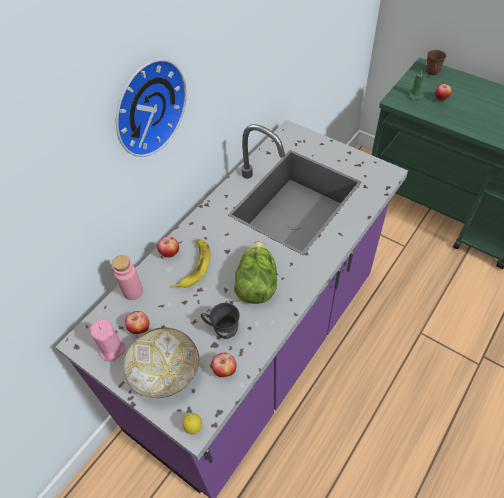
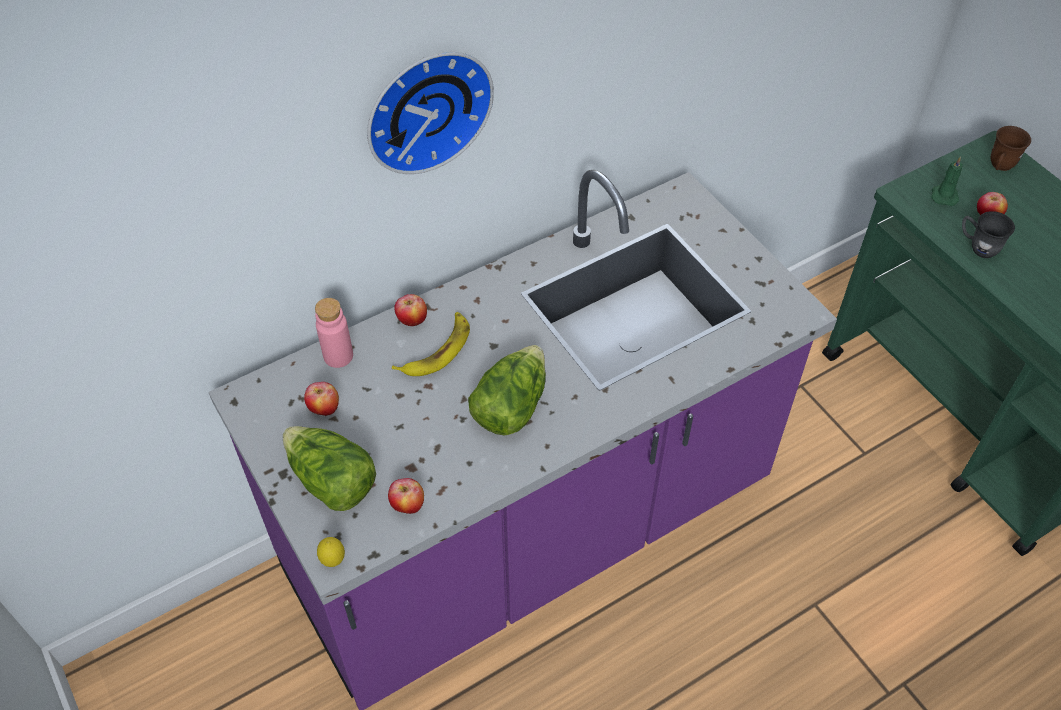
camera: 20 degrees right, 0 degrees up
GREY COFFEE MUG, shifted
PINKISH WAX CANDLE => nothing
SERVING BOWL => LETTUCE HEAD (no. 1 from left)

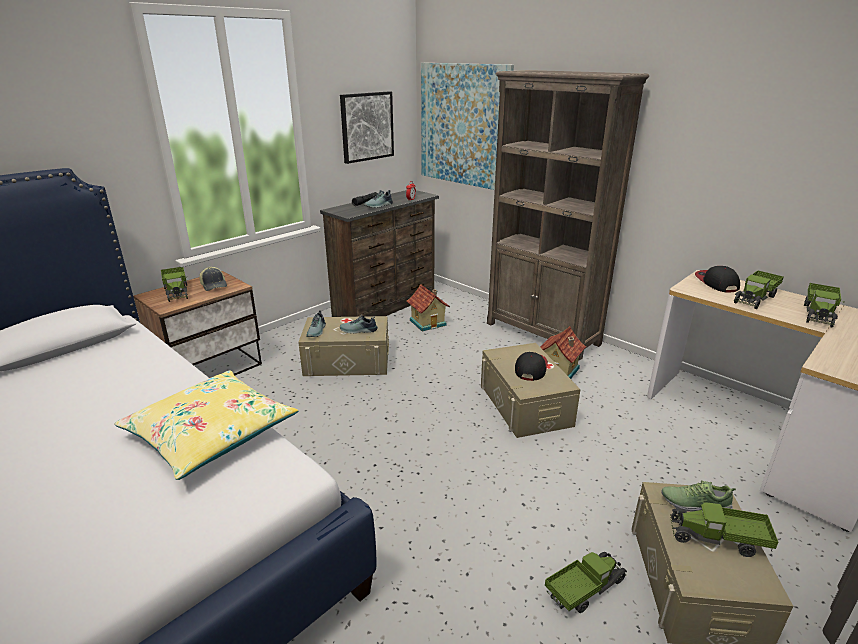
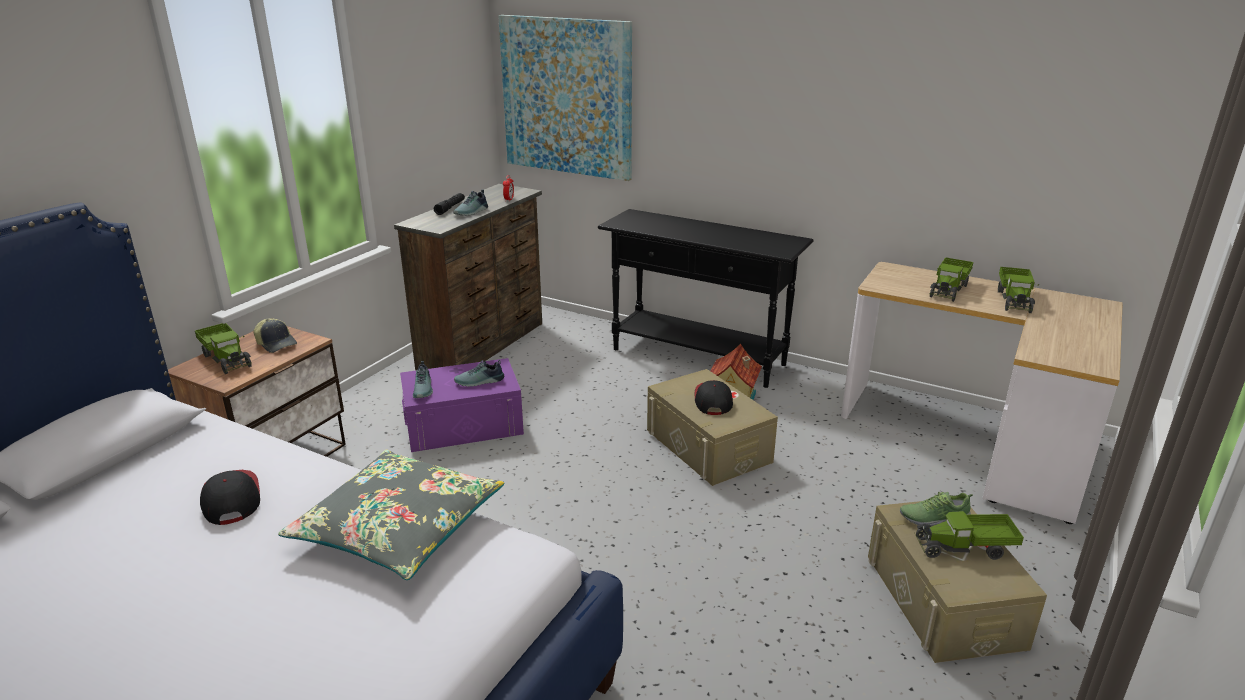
camera: 15 degrees left, 0 degrees up
BROWNISH BOOKCASE => BLACKISH CONSOLE TABLE
WALL ART (no. 1 from left) => nothing
CAP (no. 3 from left in the first image) => CAP (no. 1 from left), shifted
TOY HOUSE (no. 1 from left) => nothing
SAND-COLOURED STORAGE BIN (no. 1 from left) => PURPLISH STORAGE BIN
YELLOW THROW PILLOW => GREY THROW PILLOW
TOY TRUCK (no. 2 from left) => nothing

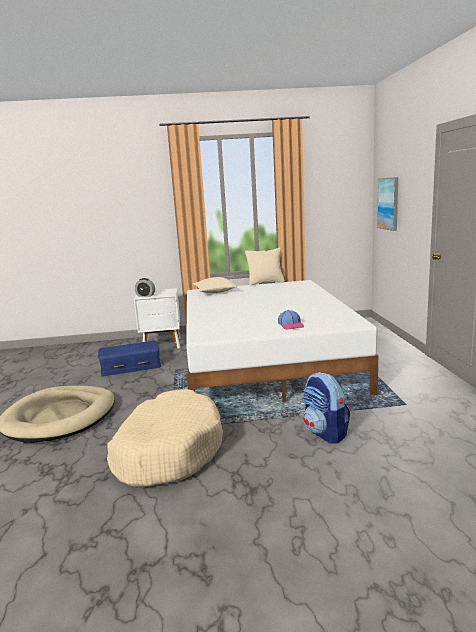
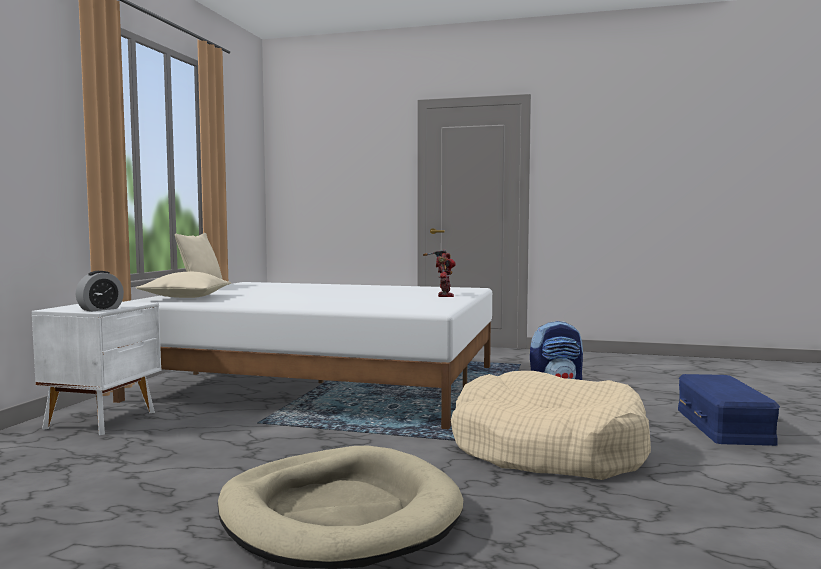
camera: 70 degrees left, 10 degrees down
WALL ART => nothing
CAP => MODEL ROBOT
BLUISH STORAGE BIN, shifted

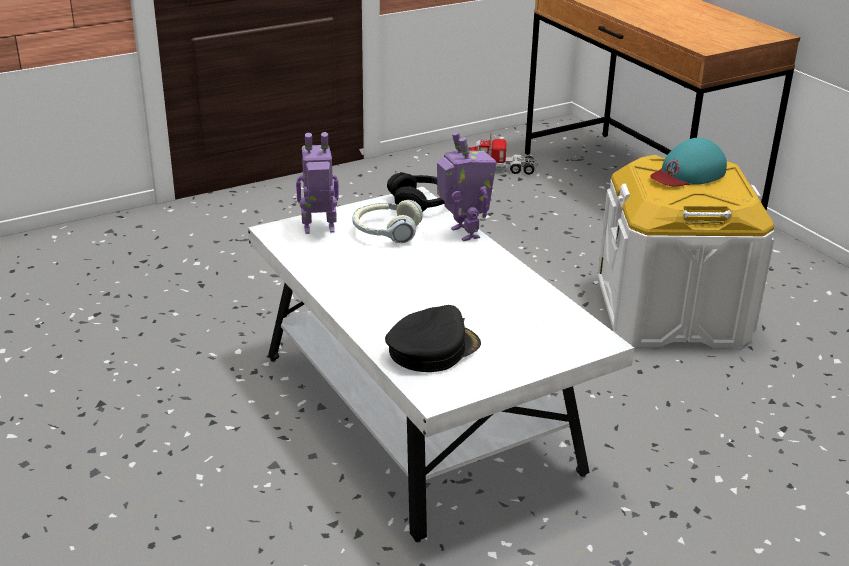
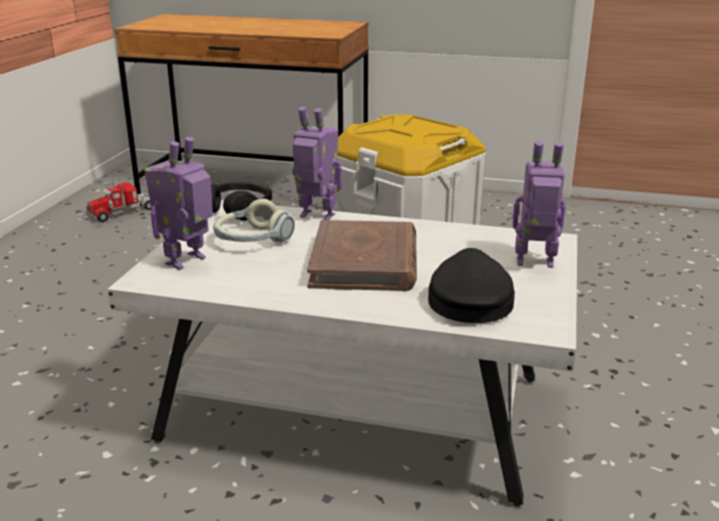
camera: 45 degrees left, 5 degrees down
TURQUOISE-COLOURED CAP => nothing
nothing => MODEL ROBOT (no. 3 from left)
nothing => BROWNISH BOUND BOOK

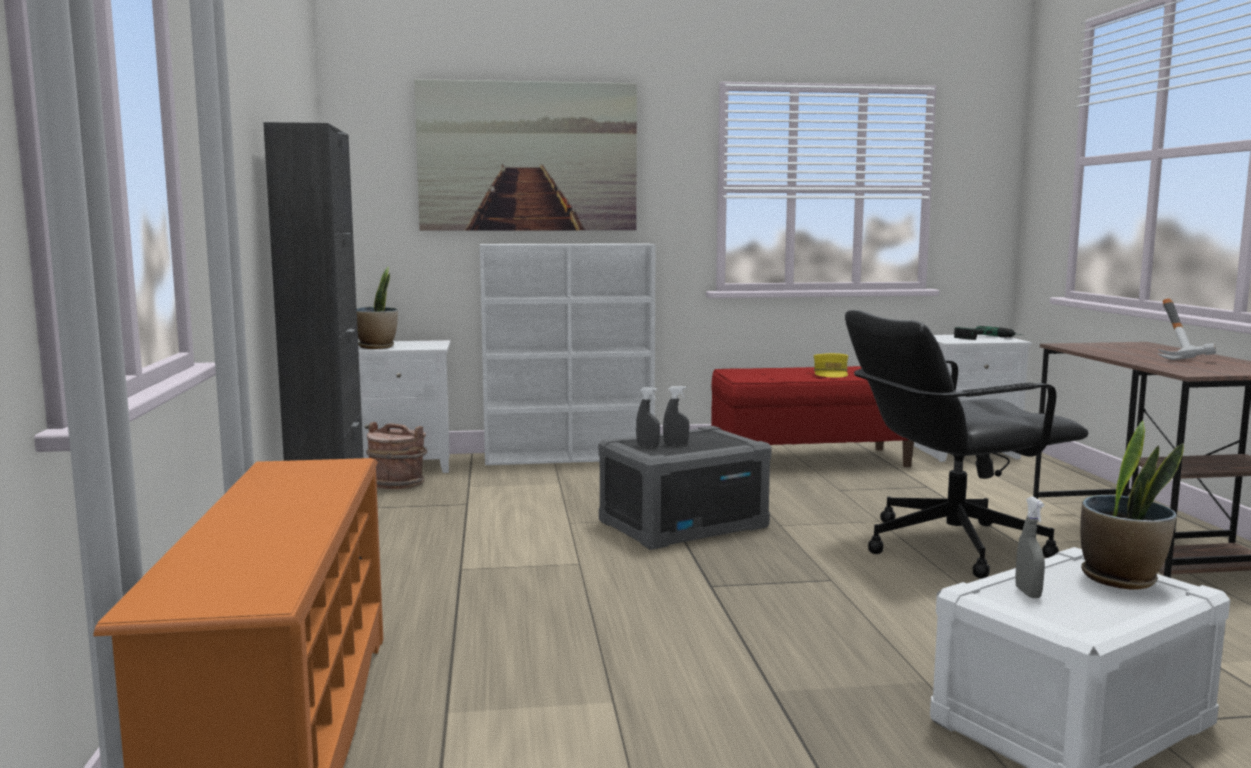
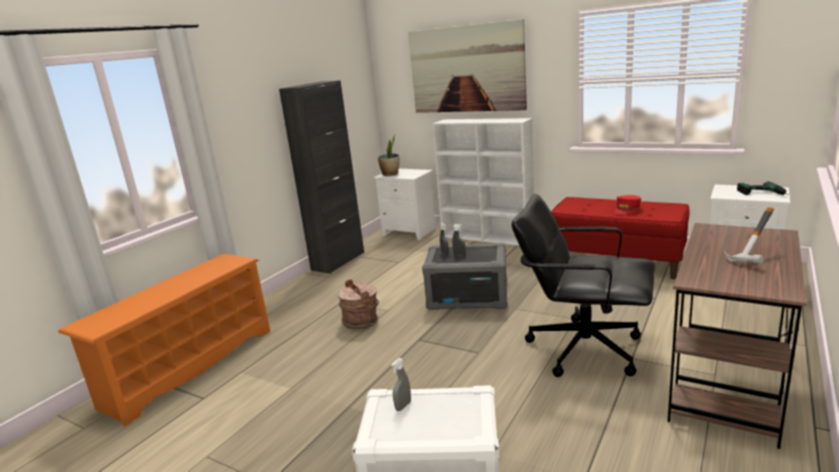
camera: 40 degrees right, 10 degrees up
YELLOW CAP => RED CAP
PLANT IN A POT (no. 2 from left) => nothing
BROWNISH PAIL, shifted

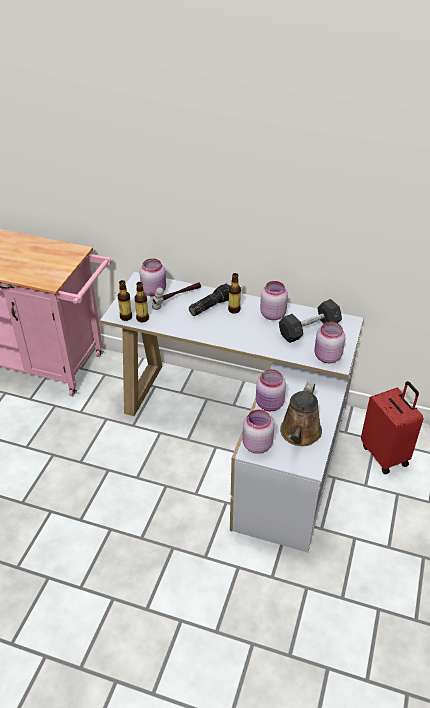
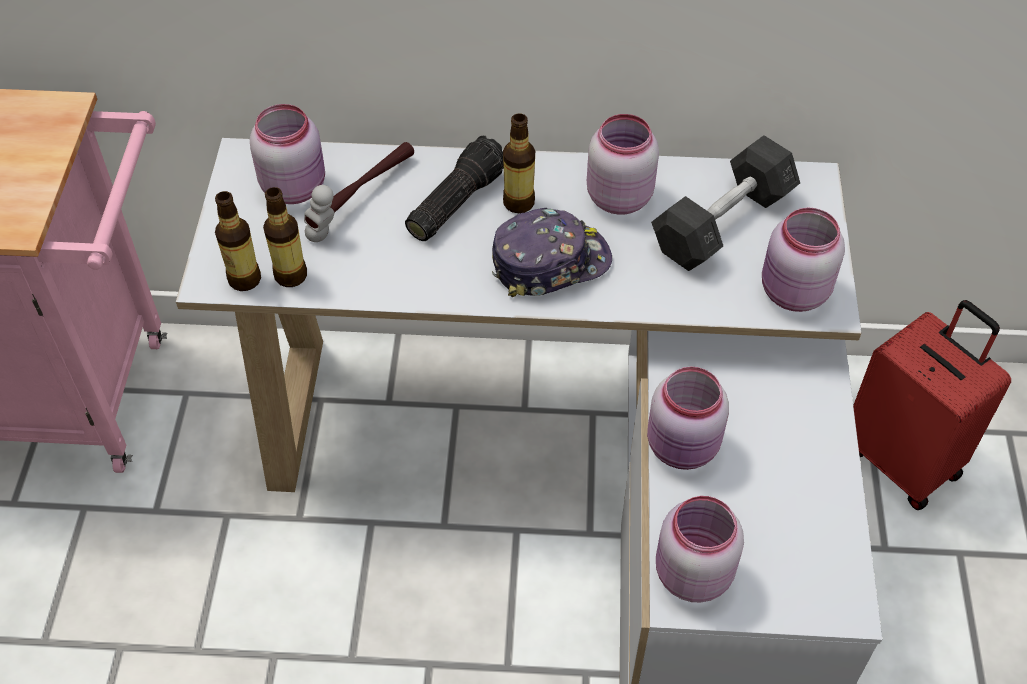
camera: 15 degrees left, 10 degrees up
BROWNISH WATERING CAN => nothing
nothing => CAP

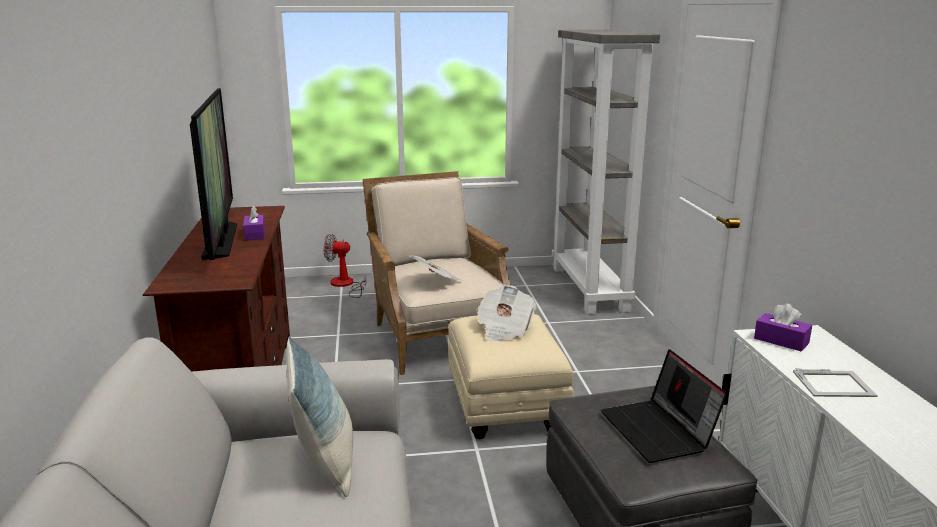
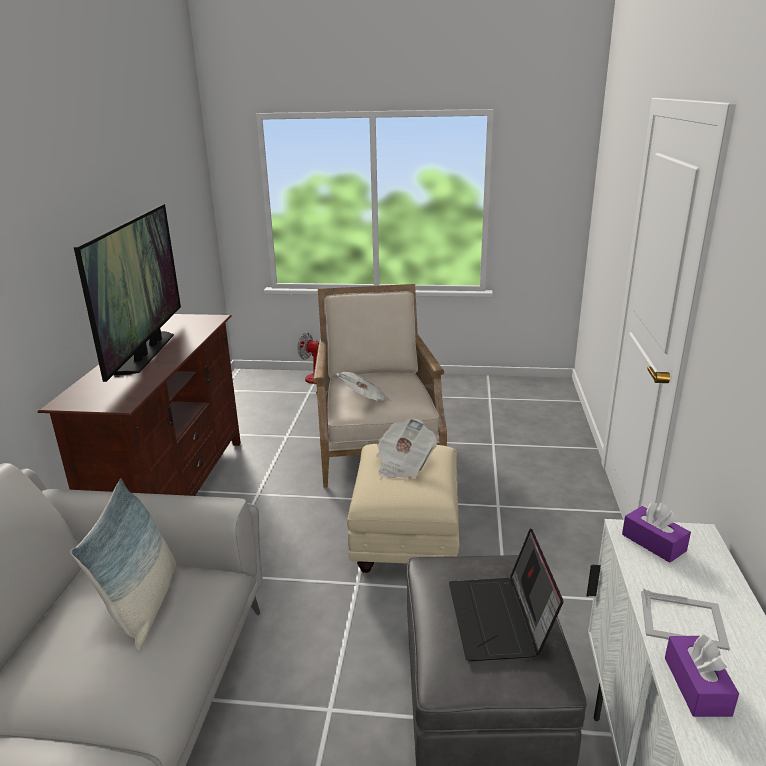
camera: 15 degrees right, 5 degrees up
GREY BOOKCASE => nothing
PURPLISH TISSUE BOX (no. 1 from left in the first image) => PURPLISH TISSUE BOX (no. 2 from left), shifted

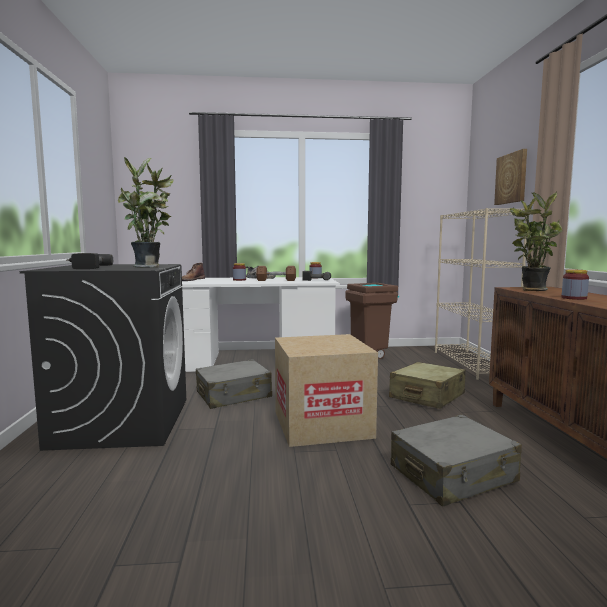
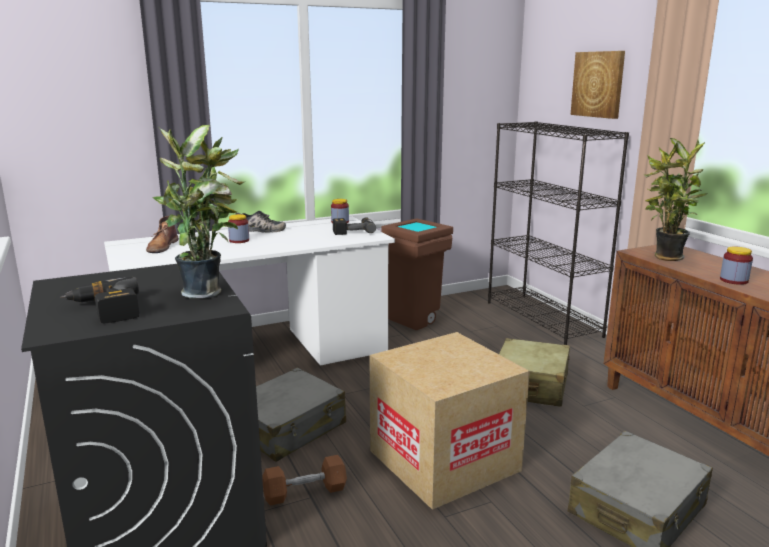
camera: 20 degrees left, 10 degrees up
SAND-COLOURED BOOKCASE => BLACKISH BOOKCASE
BROWNISH HAND WEIGHT, shifted

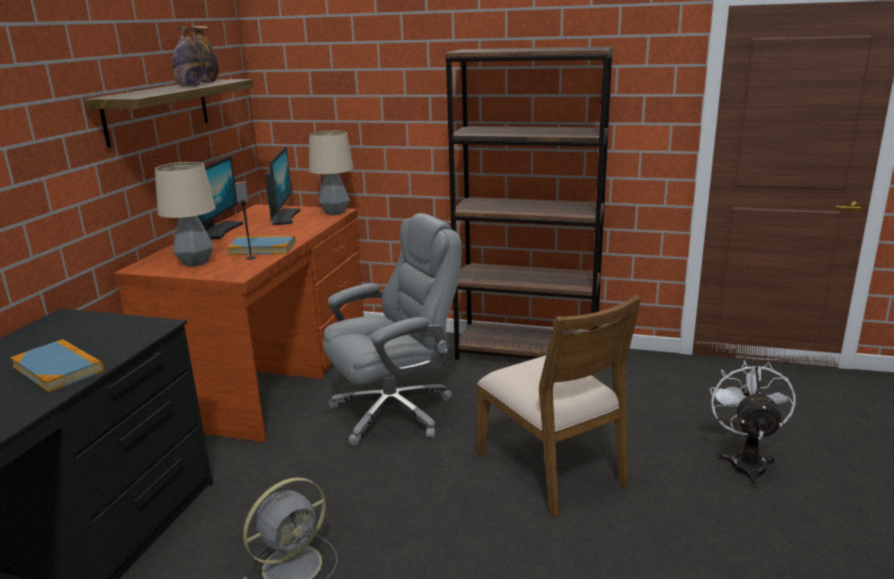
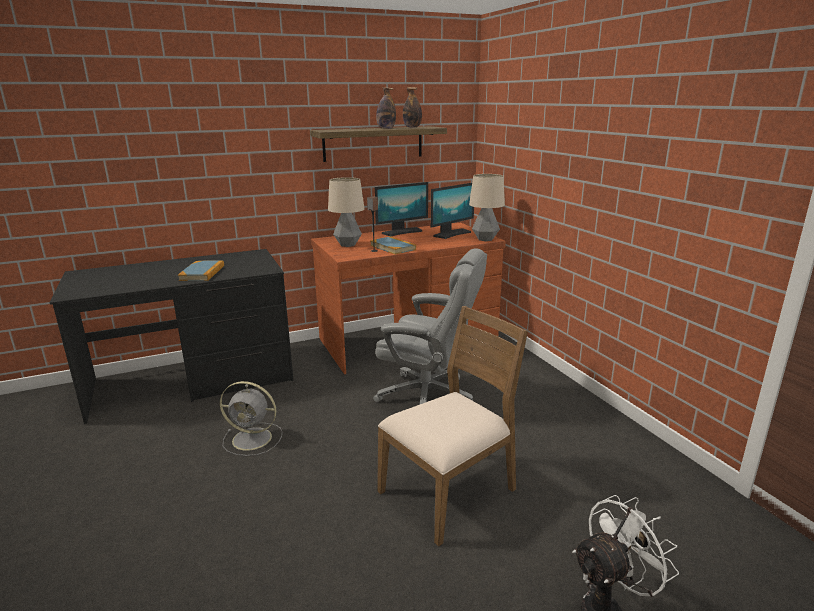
camera: 50 degrees right, 0 degrees up
BROWNISH BOOKCASE => nothing
BROWNISH CHAIR, 150 degrees counterclockwise

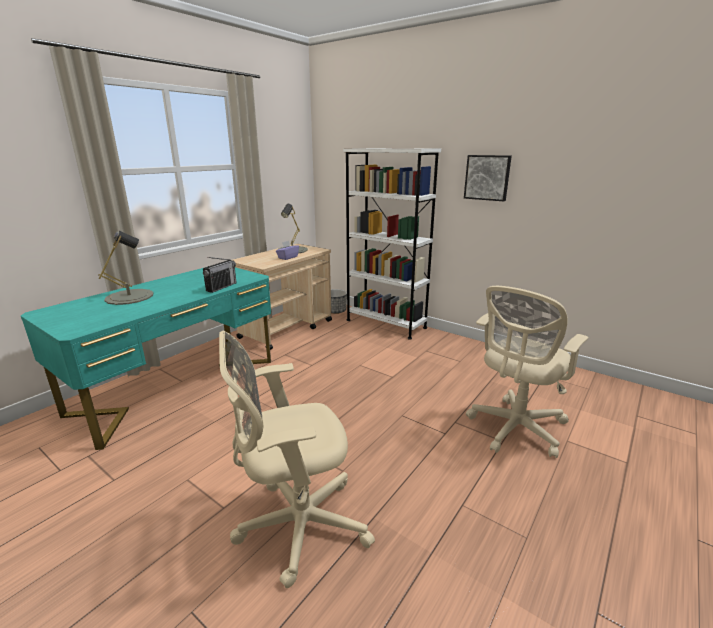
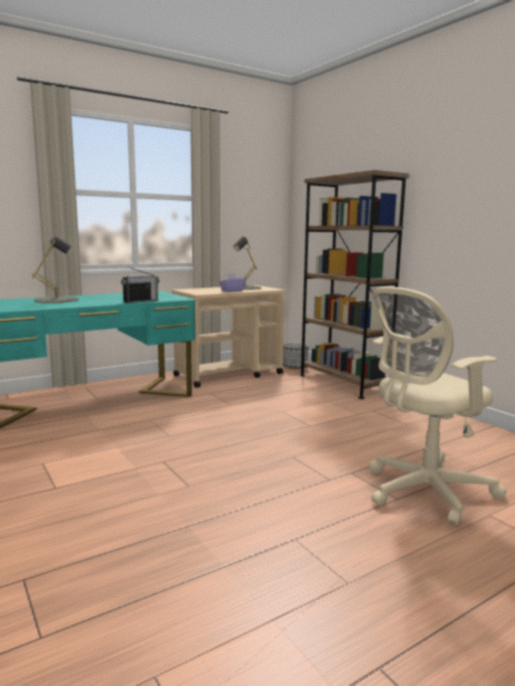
camera: 20 degrees right, 10 degrees down
WHITE BOOKCASE => BROWNISH BOOKCASE
WALL ART => nothing
SAND-COLOURED DESK CHAIR (no. 1 from left) => nothing

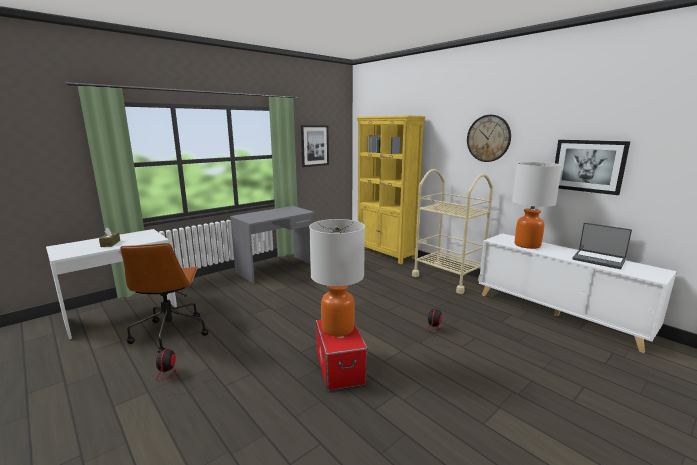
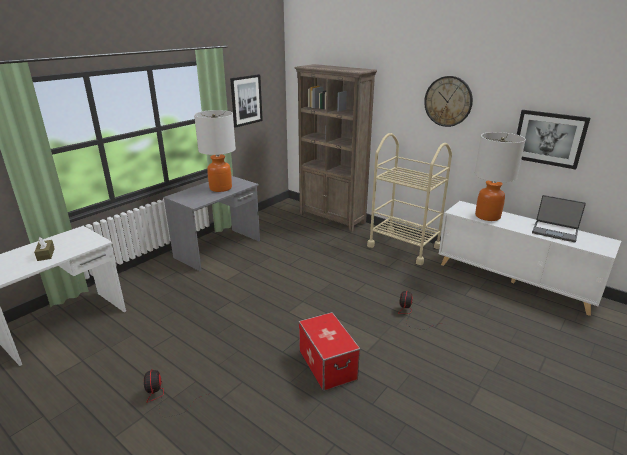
camera: 10 degrees left, 10 degrees up
YELLOW BOOKCASE => BROWNISH BOOKCASE
TABLE LAMP (no. 1 from left), shifted
BROWNISH DESK CHAIR => nothing

